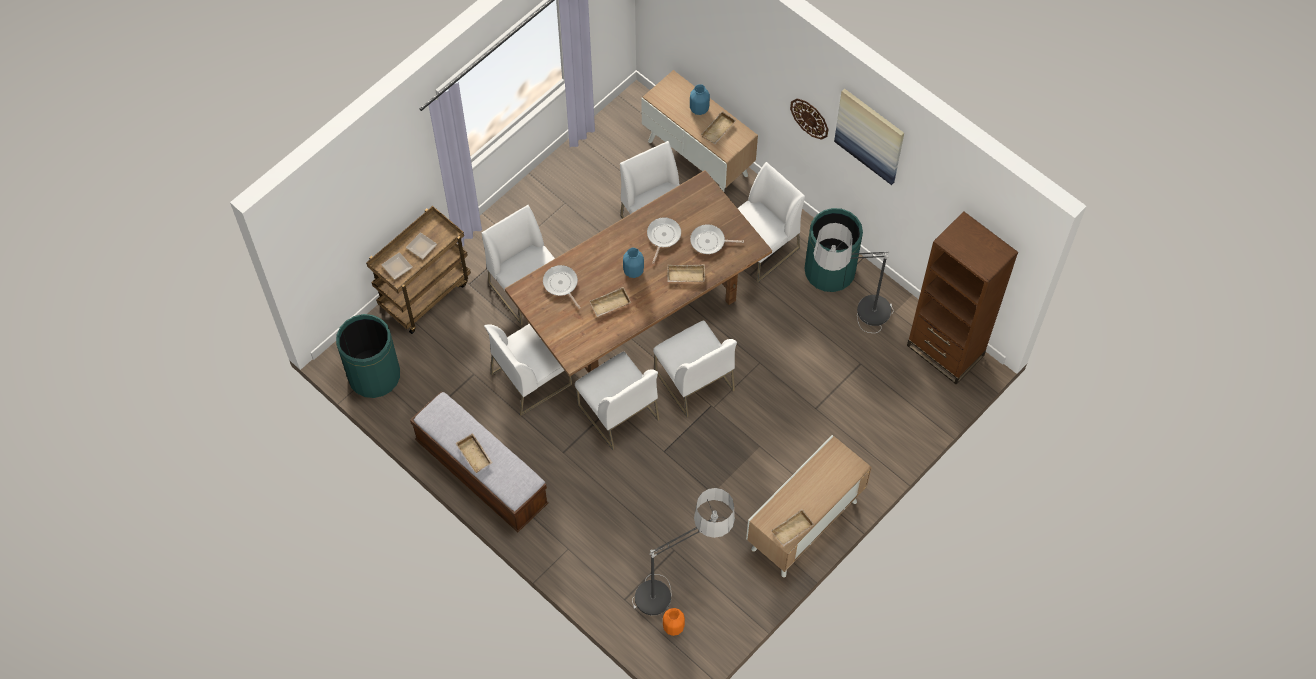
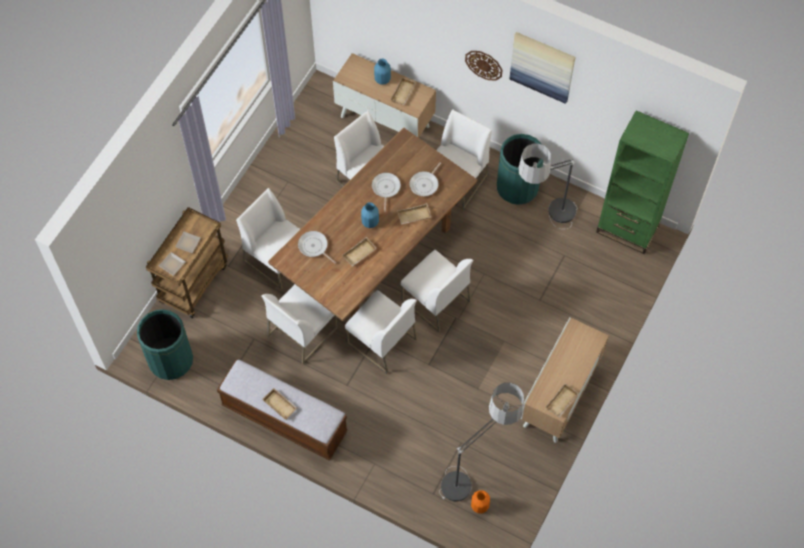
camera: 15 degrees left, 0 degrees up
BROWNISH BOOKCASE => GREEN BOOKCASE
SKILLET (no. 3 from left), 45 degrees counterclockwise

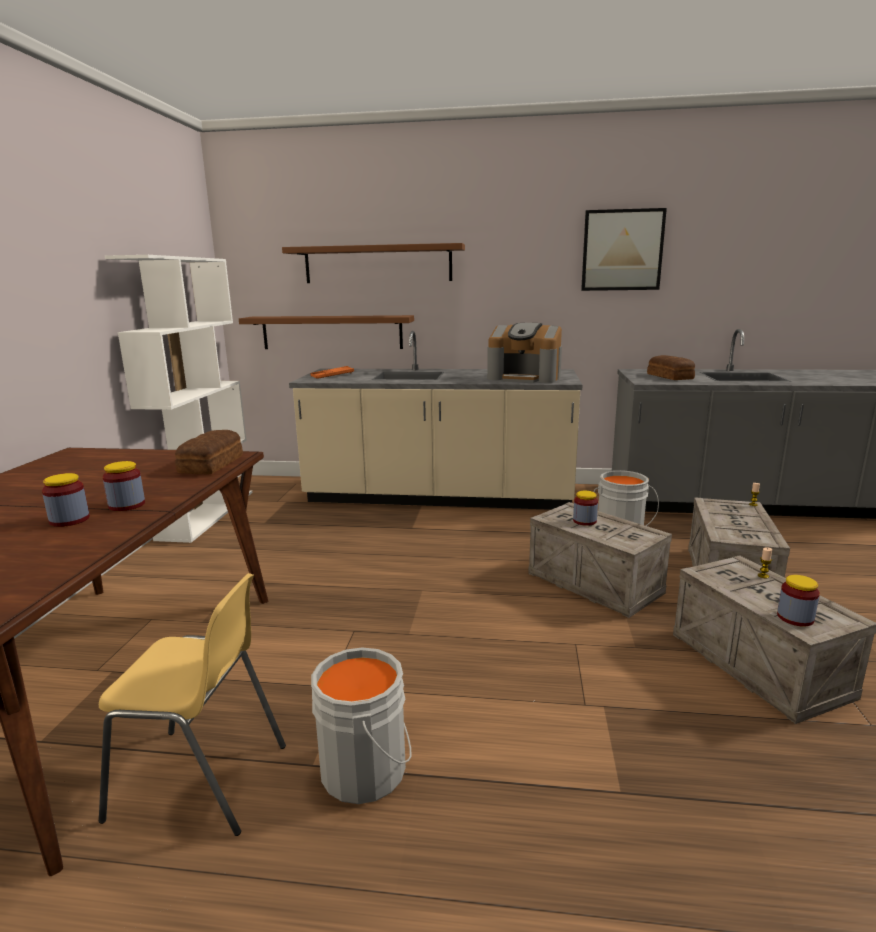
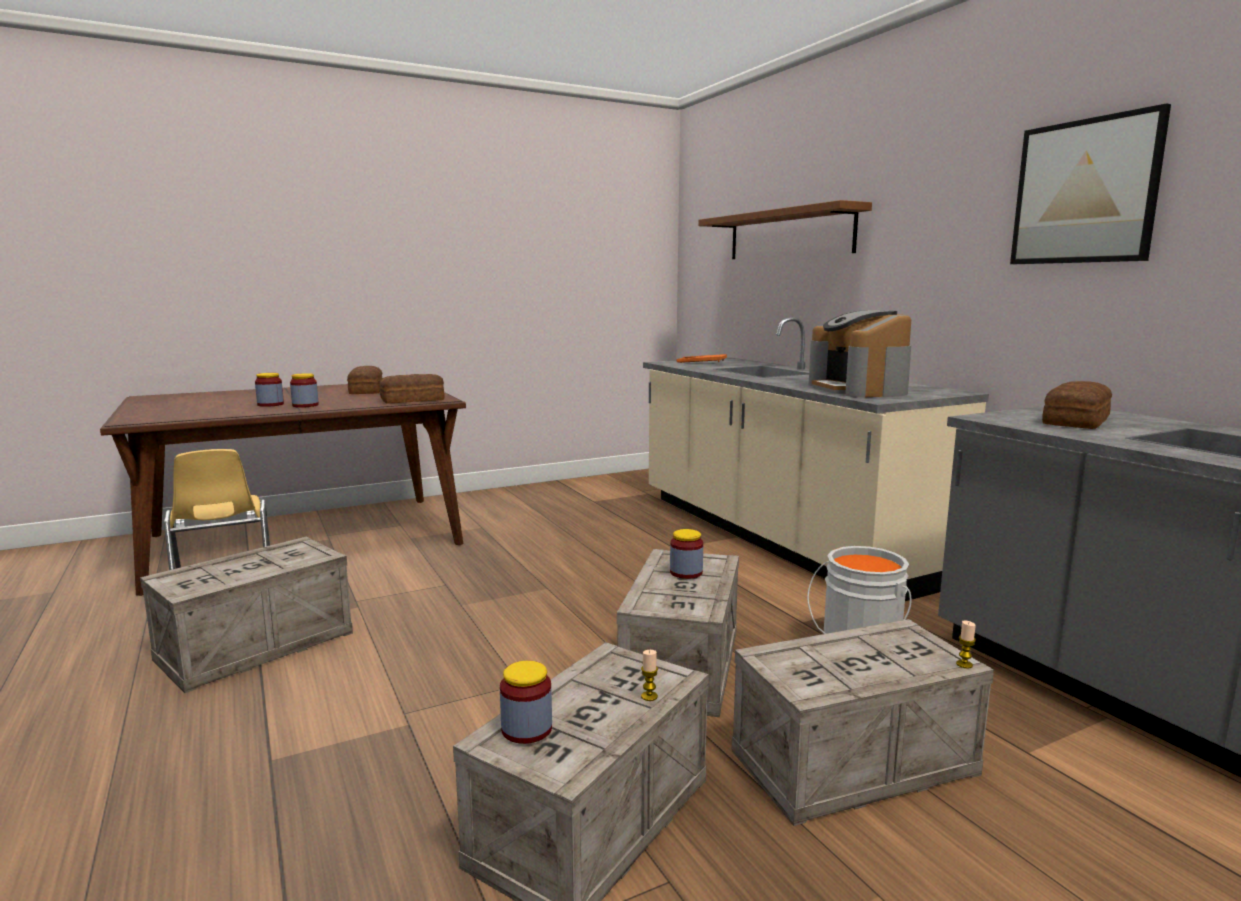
camera: 55 degrees right, 5 degrees down
WHITE BOOKCASE => nothing
BROWNISH SHELF (no. 1 from left) => nothing
GREY PAIL (no. 1 from left) => CRATE (no. 1 from left)
nothing => BREAD (no. 1 from left)

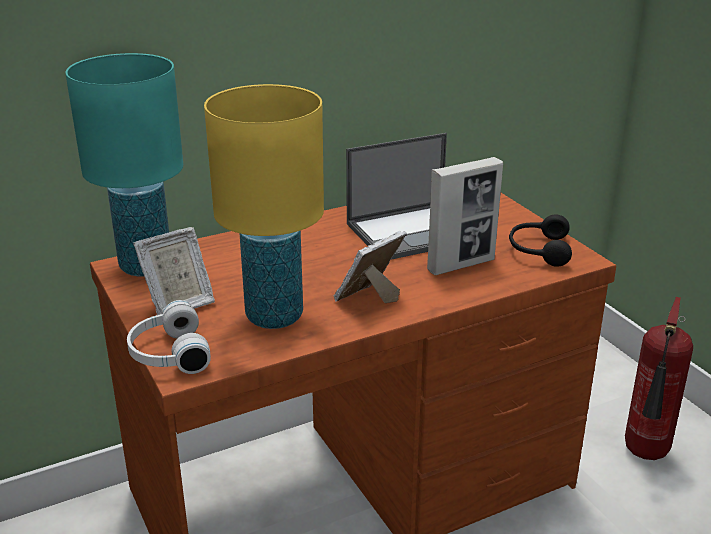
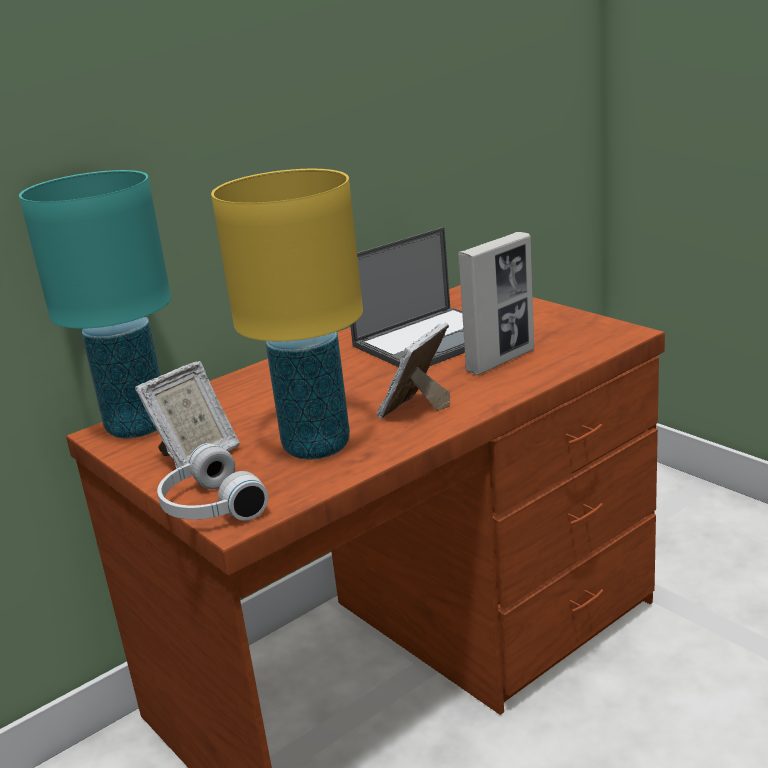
camera: 10 degrees left, 5 degrees down
BLACKISH HEADPHONES => nothing
EXTINGUISHER => nothing

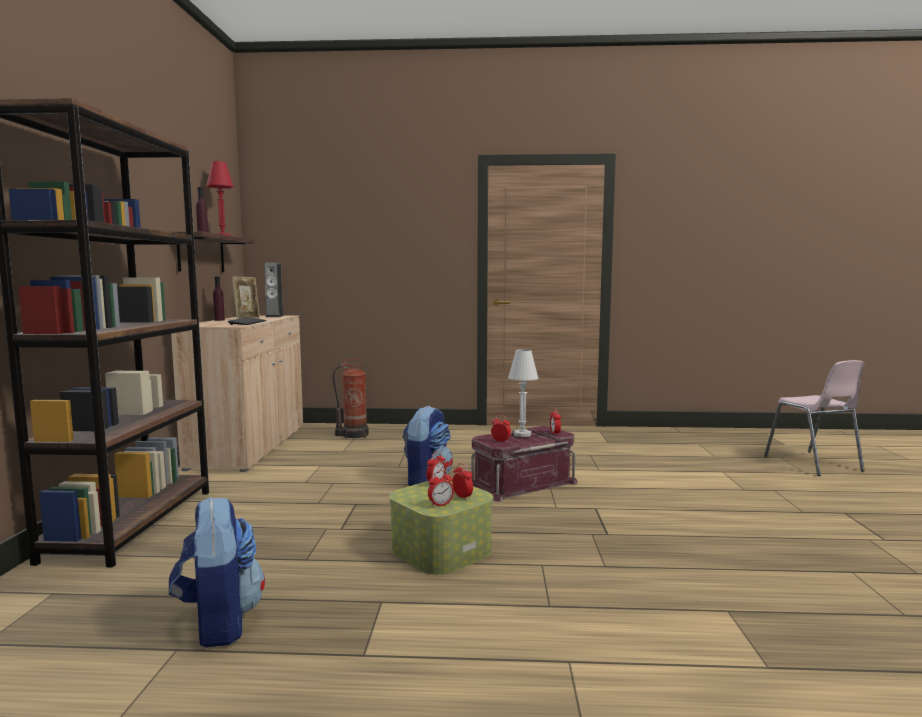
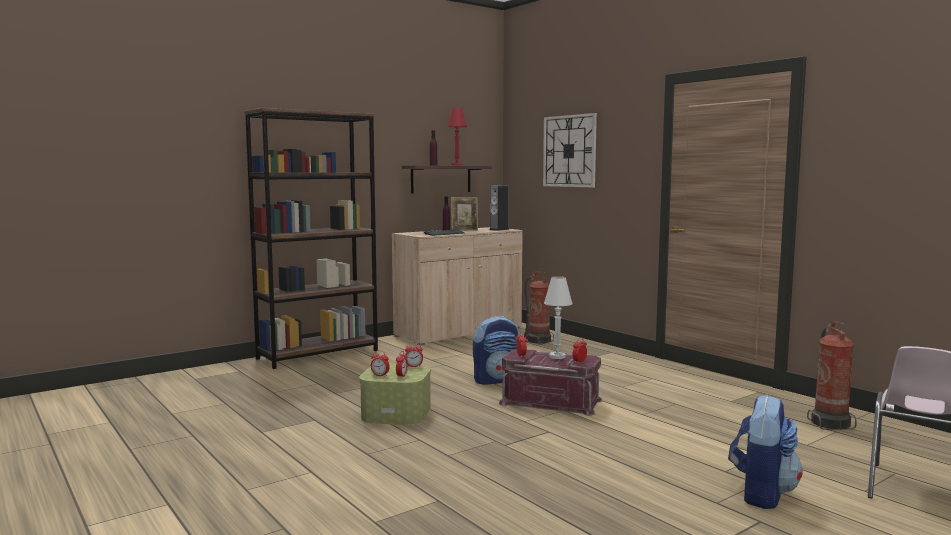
camera: 50 degrees right, 0 degrees up
RUCKSACK (no. 1 from left in the first image) => RUCKSACK (no. 2 from left), shifted
nothing => HANGING CLOCK
nothing => EXTINGUISHER (no. 2 from left)

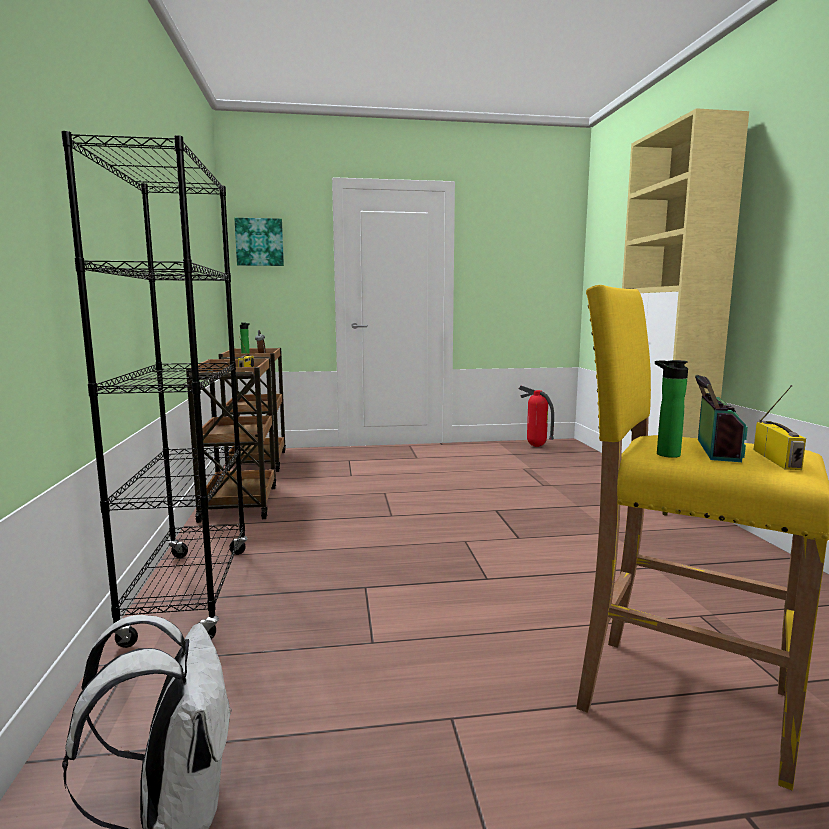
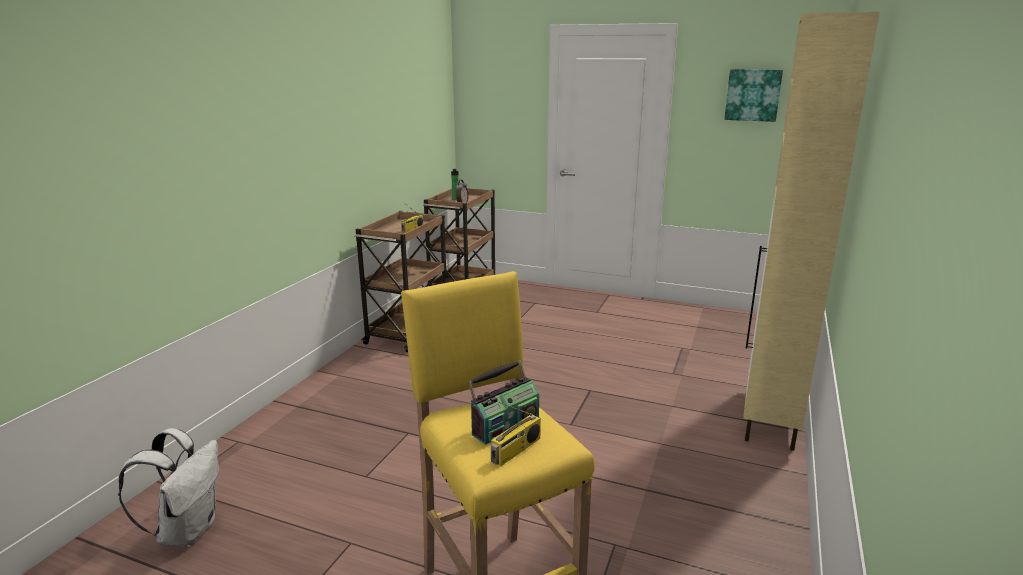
camera: 30 degrees right, 10 degrees up
BLACKISH BOOKCASE => nothing
WALL ART, shifted
BEVERAGE BOTTLE (no. 2 from left) => nothing
EXTINGUISHER => nothing

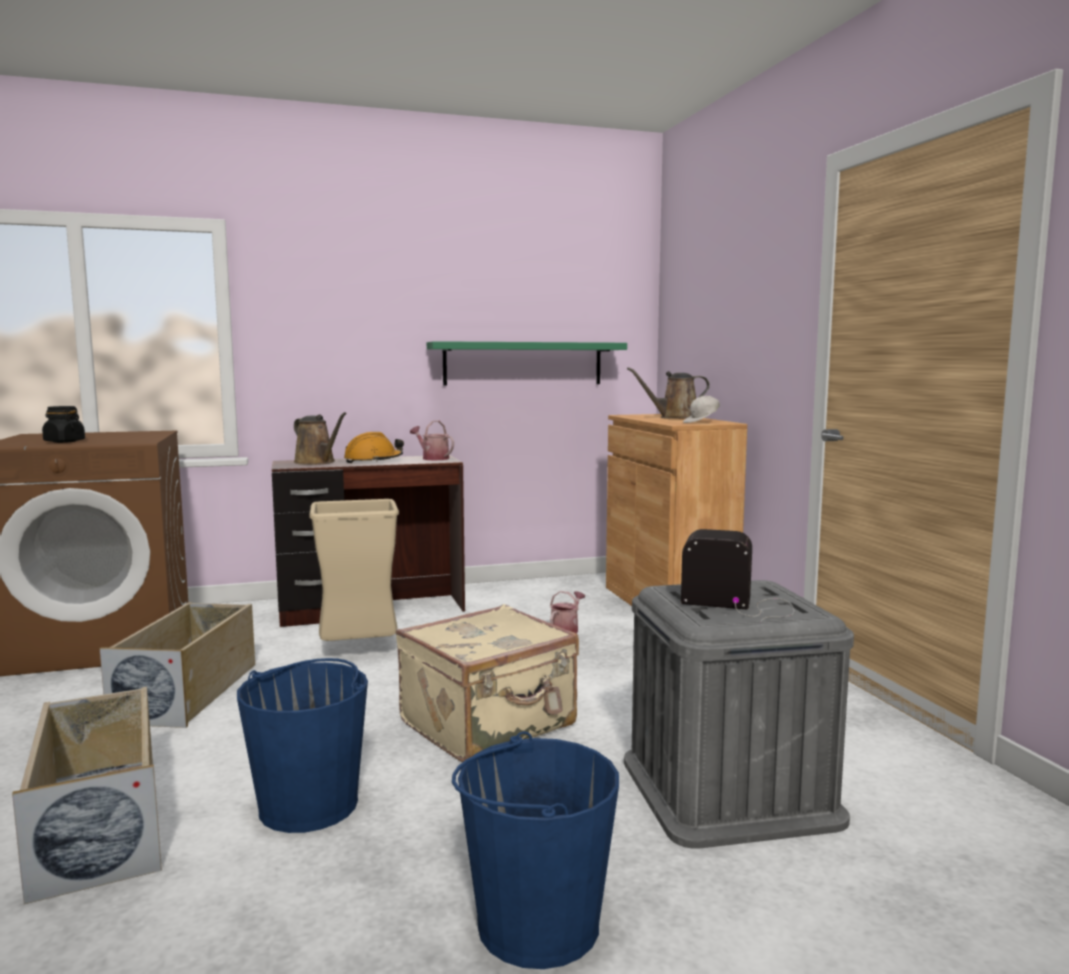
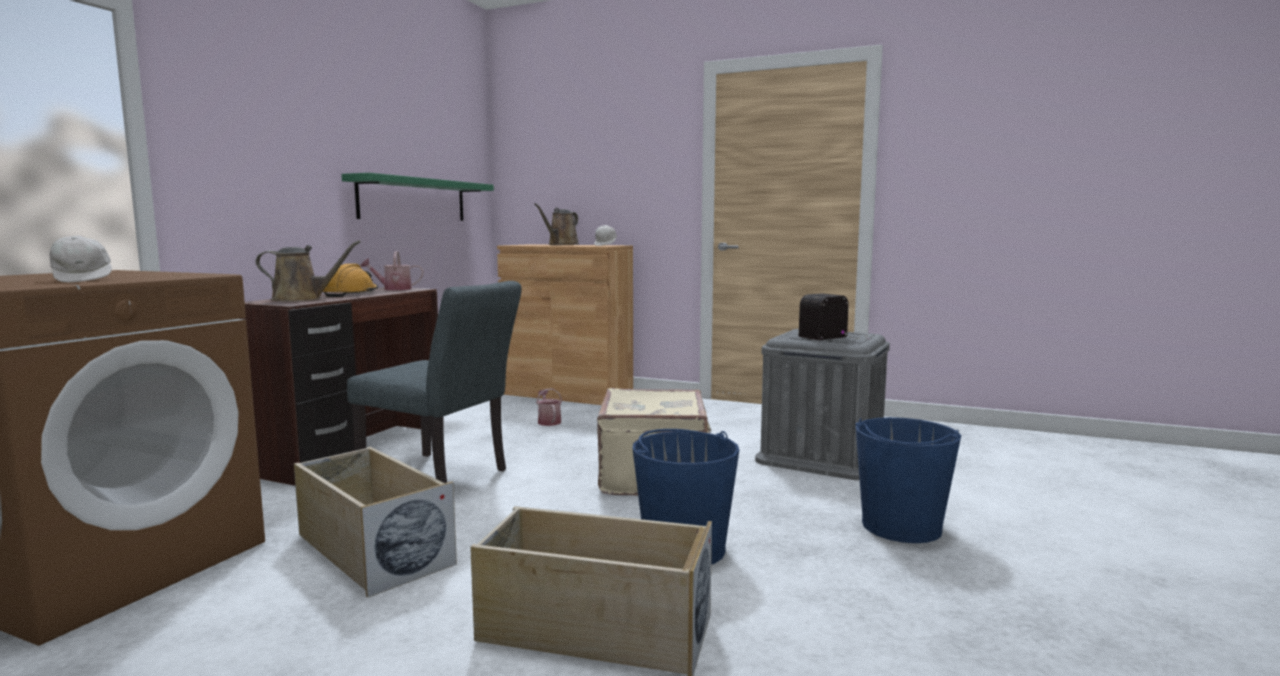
camera: 50 degrees left, 0 degrees up
BLACKISH JAR => WHITE CAP (no. 1 from left)
SAND-COLOURED RUBBISH BIN => GREY CHAIR

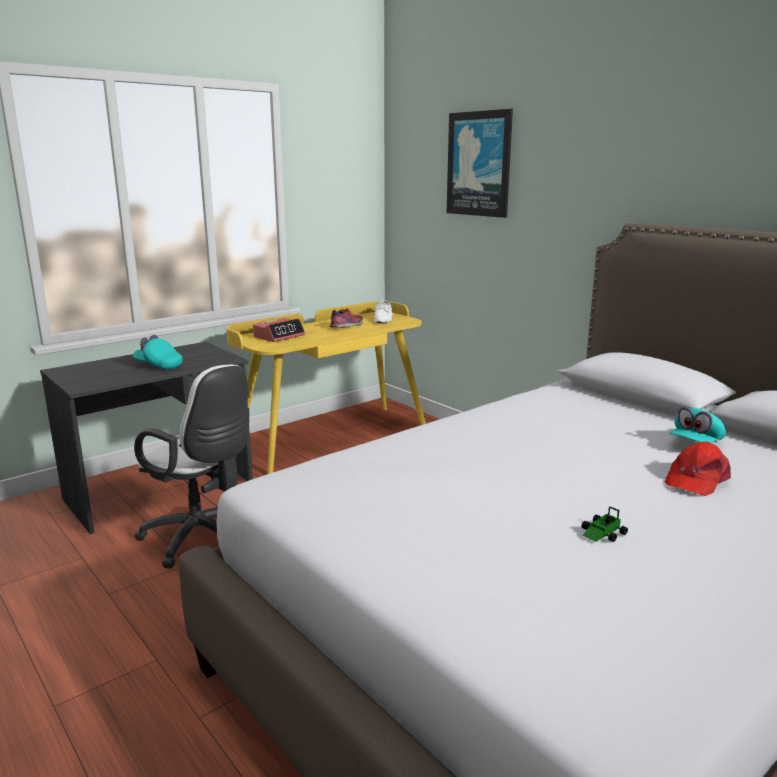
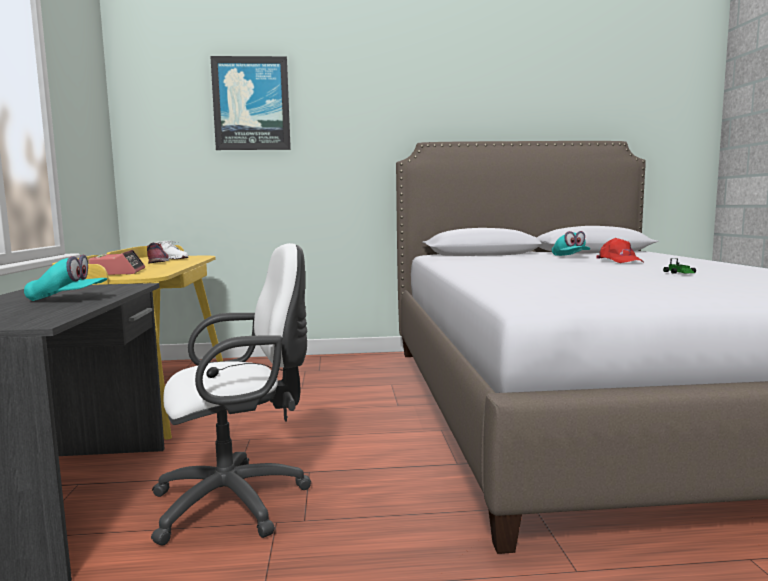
camera: 55 degrees left, 10 degrees down
TURQUOISE-COLOURED CAP (no. 1 from left), 150 degrees counterclockwise

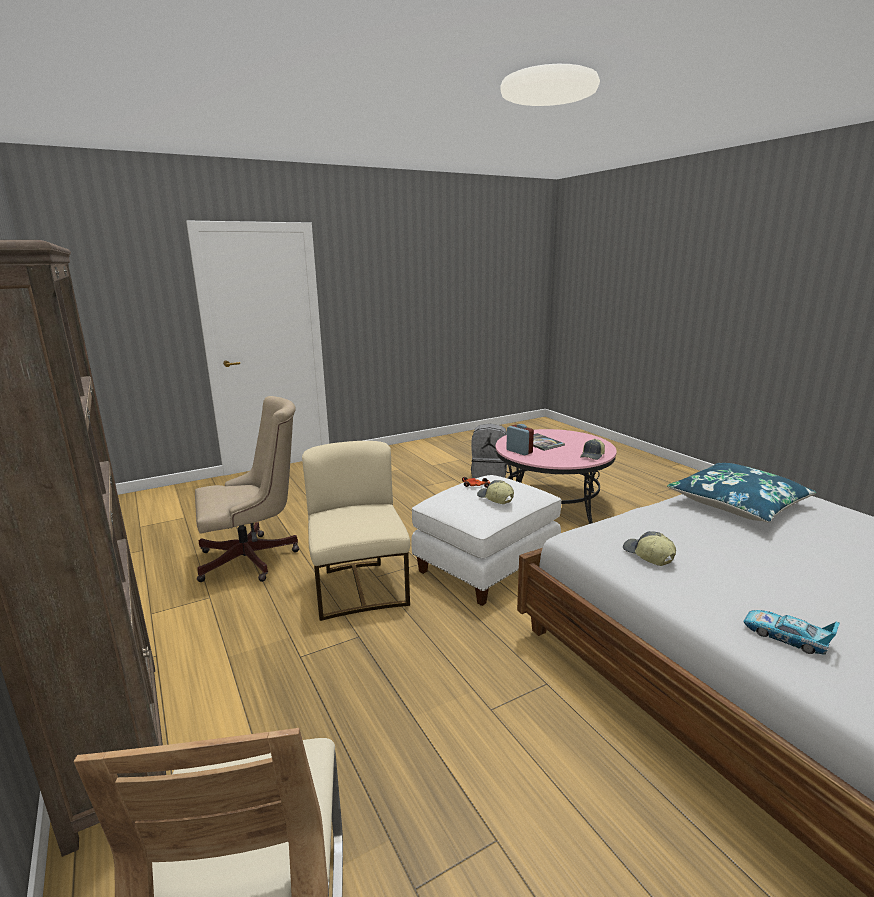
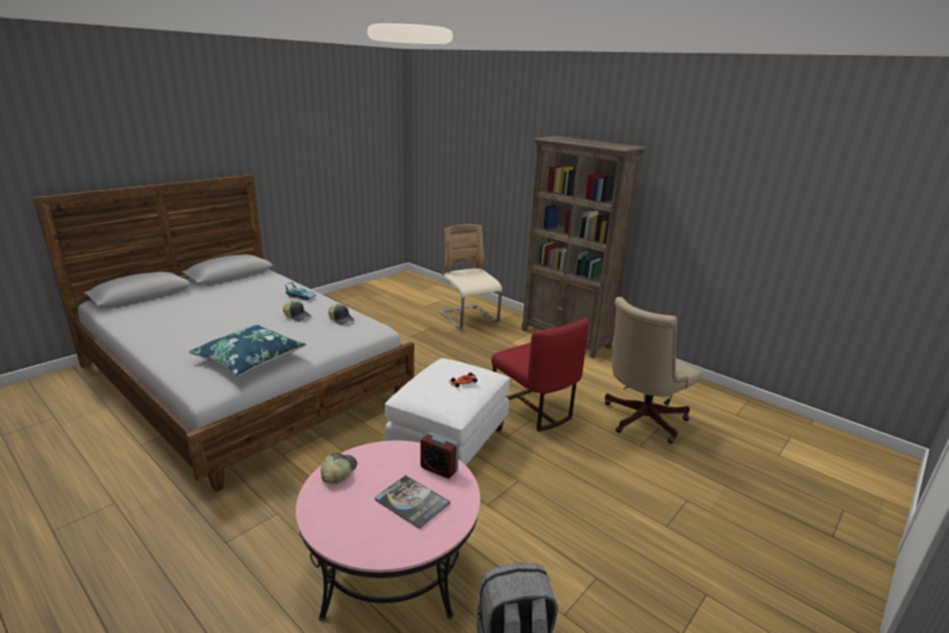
camera: 160 degrees right, 5 degrees up
SAND-COLOURED CHAIR (no. 2 from left) => RED CHAIR
CAP (no. 1 from left), shifted

